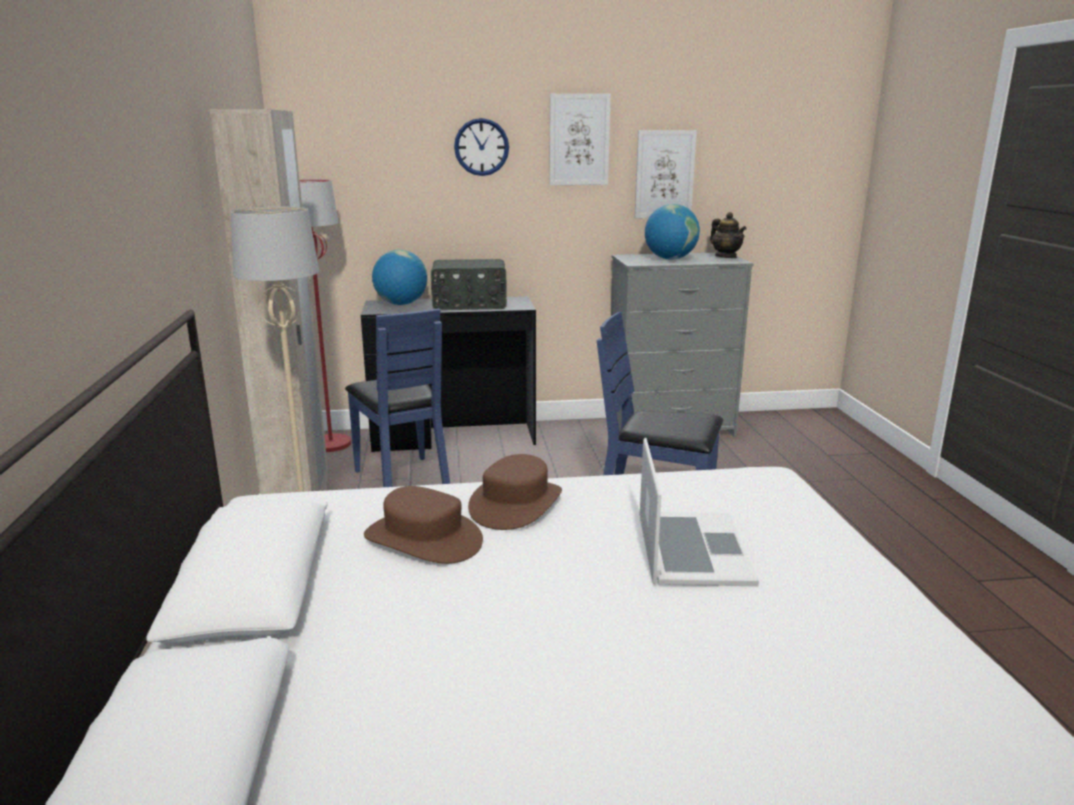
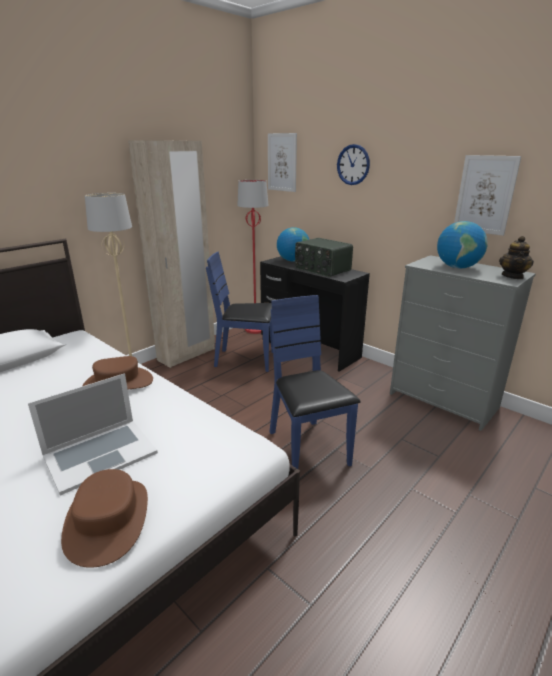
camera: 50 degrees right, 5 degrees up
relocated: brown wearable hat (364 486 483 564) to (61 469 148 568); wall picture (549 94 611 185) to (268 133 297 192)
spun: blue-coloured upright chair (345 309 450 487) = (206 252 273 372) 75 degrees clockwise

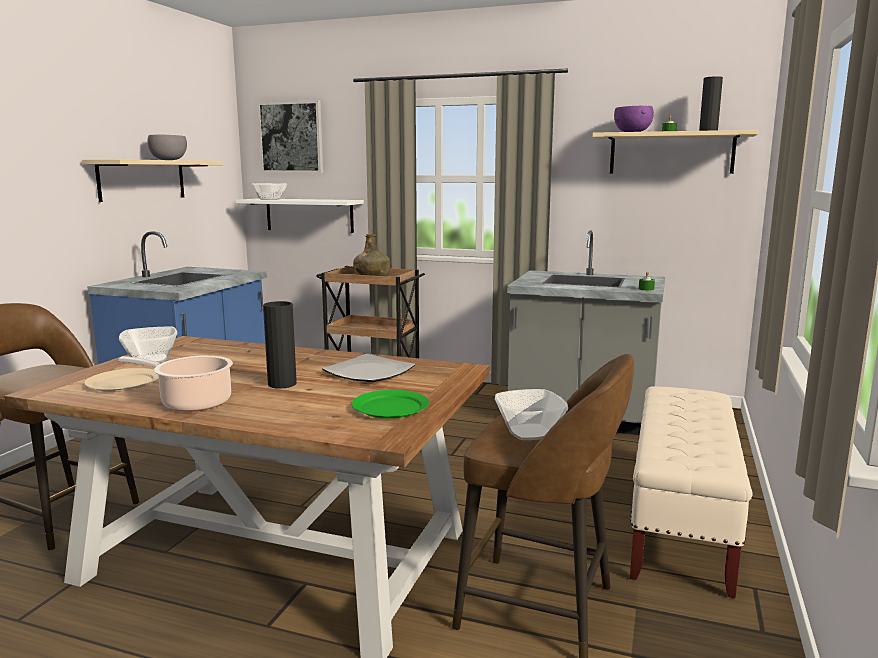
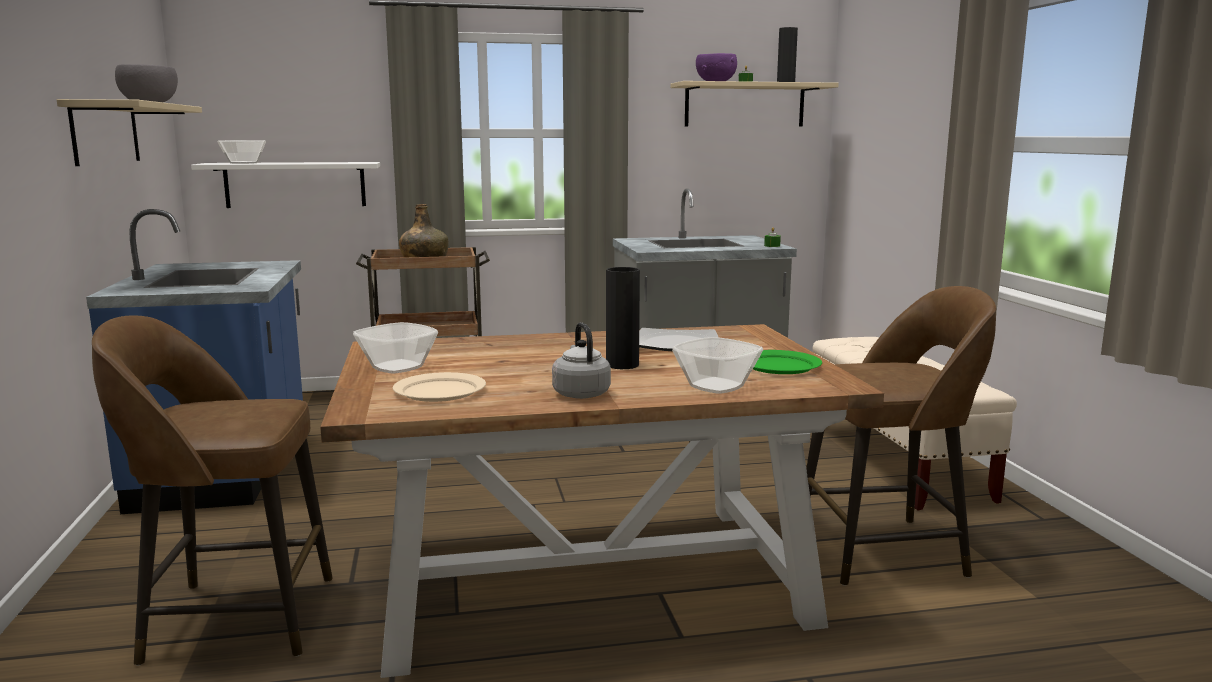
camera: 30 degrees left, 0 degrees up
missing: wall picture (257 100 323 173)
relocated: deep dish (495 389 568 440) to (672 337 763 394)
exchanged: cooking pot (118 356 233 412) to gray water kettle (552 322 611 399)

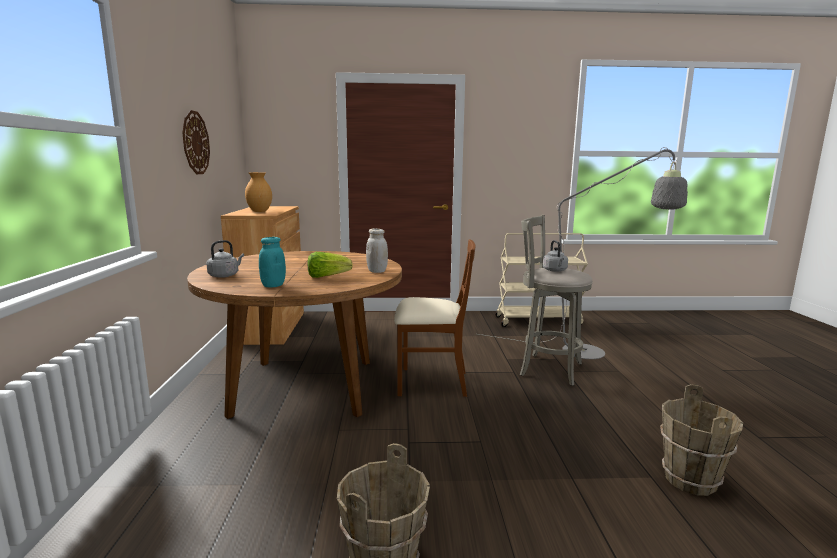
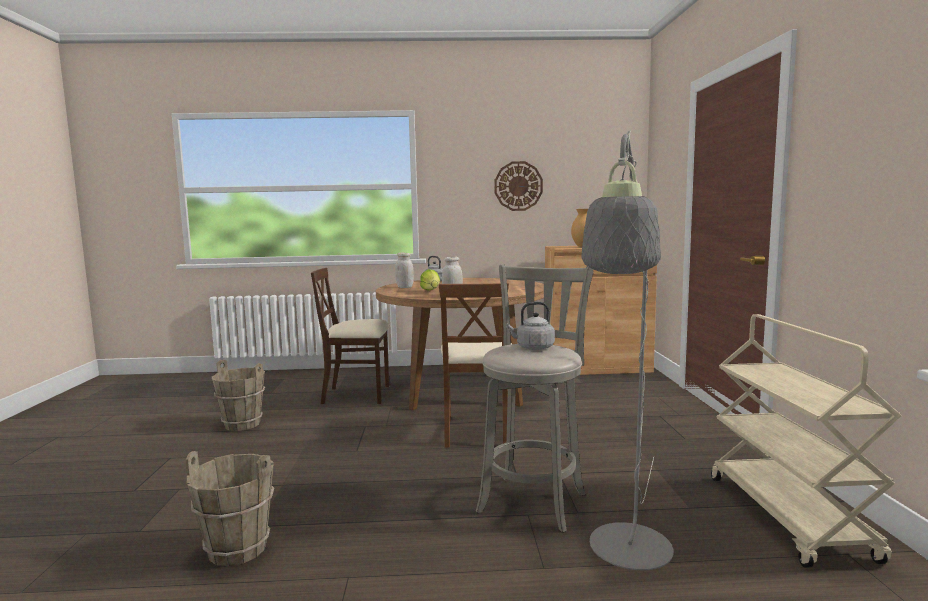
camera: 90 degrees right, 5 degrees down
appeared: beige-coloured upright chair (311 268 389 404)
colour: turquoise-coloured storage jar (259 237 286 287) to whitish storage jar (395 253 414 288)

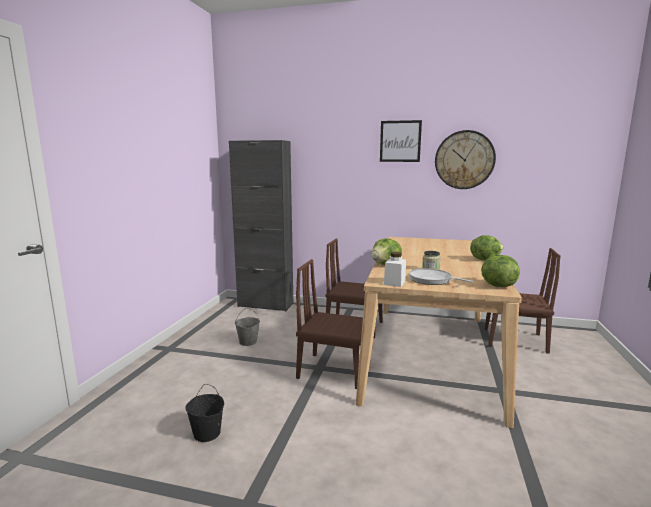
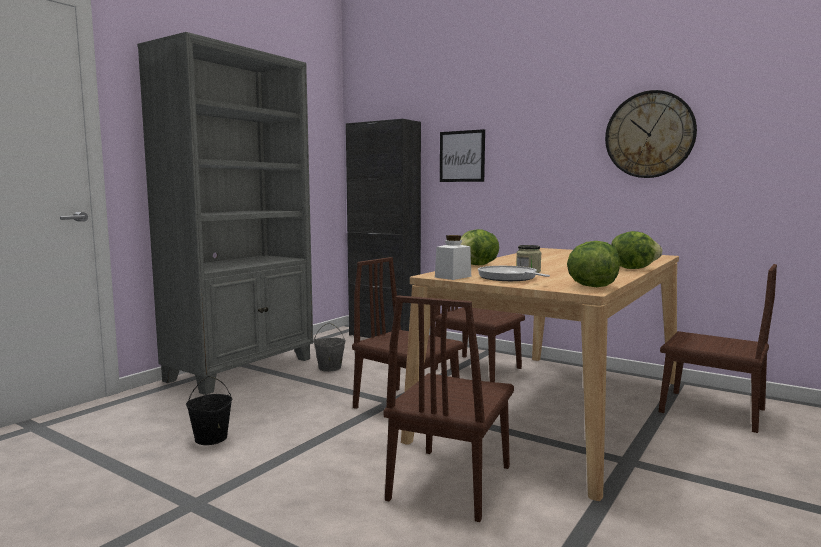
camera: 20 degrees right, 5 degrees down
appeared: gray shelving unit (137 32 313 395); brown upright chair (383 295 514 522)
relocated: wall picture (380 120 422 162) to (440 129 485 182)

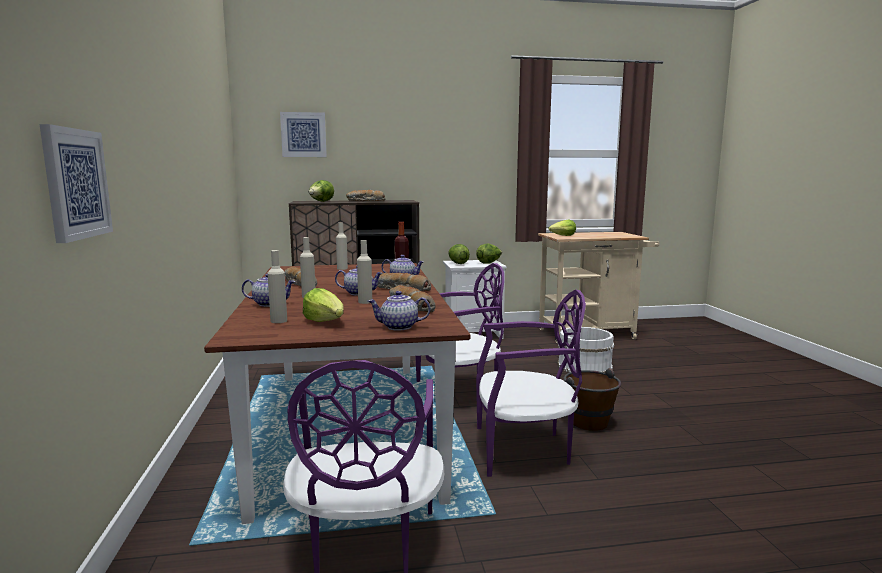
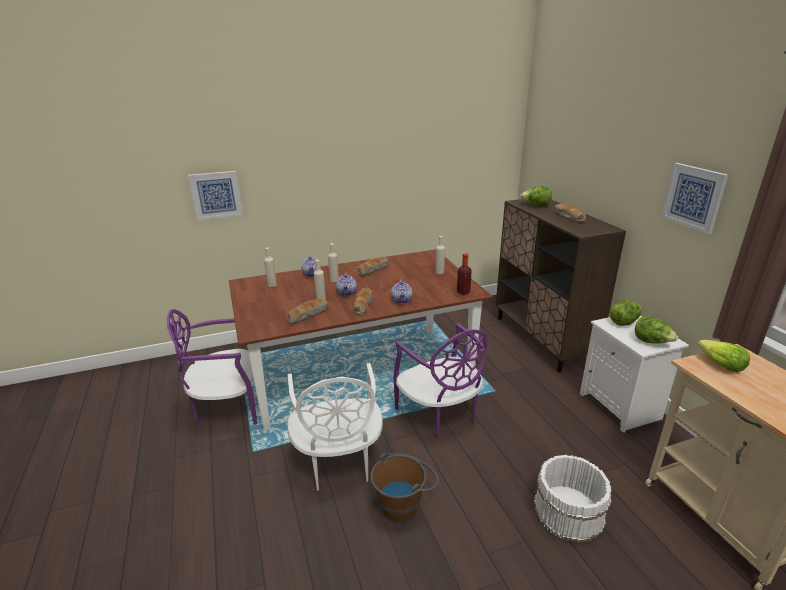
camera: 80 degrees right, 15 degrees up
missing: lettuce (303 288 344 322); teapot (368 291 430 331)
relocated: wall picture (280 112 327 157) to (662 163 728 234)
colour: purplish upright chair (476 289 586 477) to whitish upright chair (287 363 383 491)

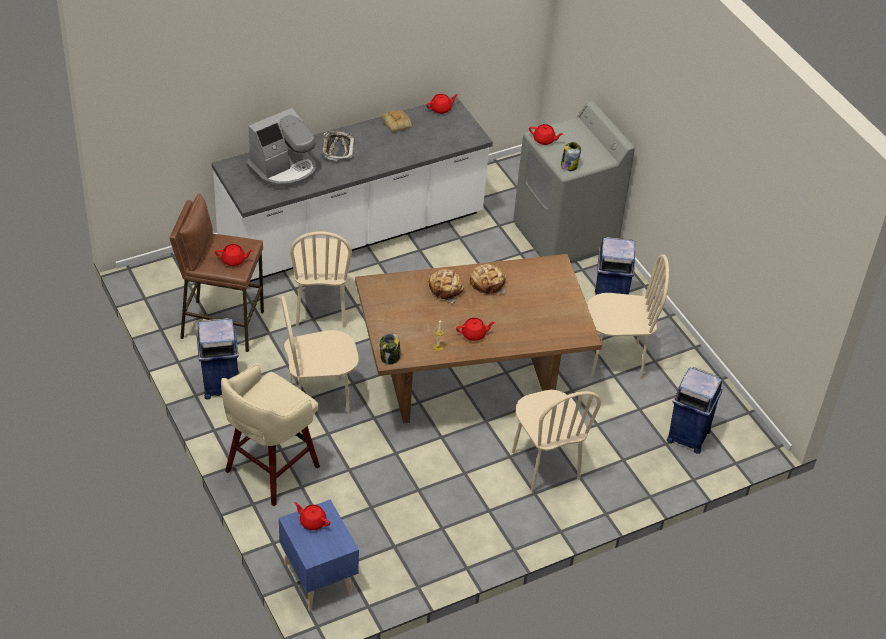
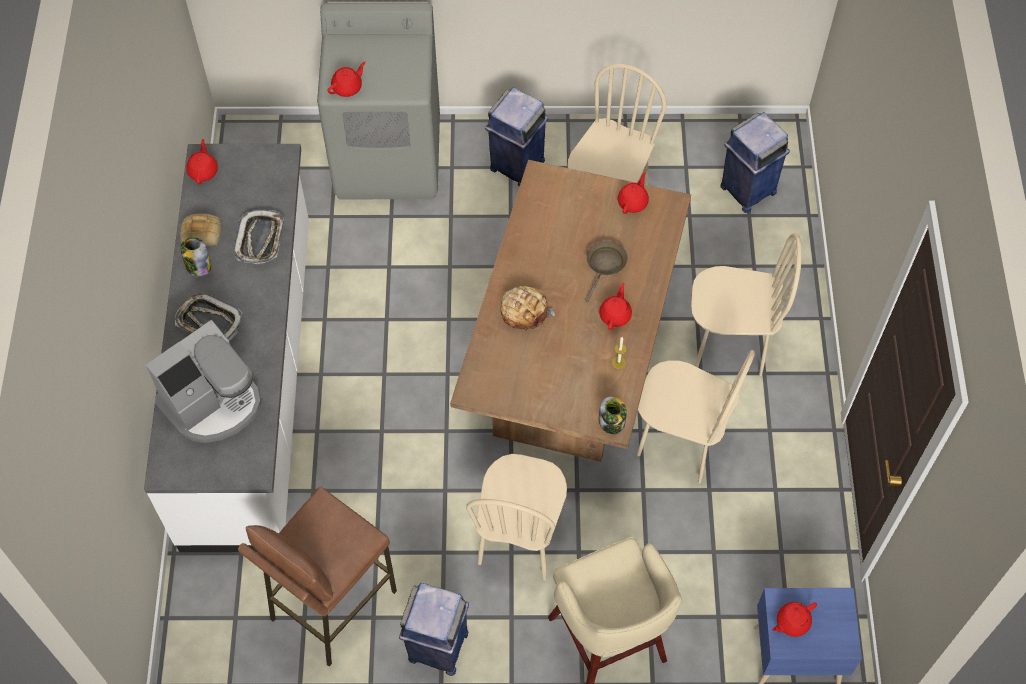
camera: 60 degrees left, 15 degrees up
missing: bread (470 264 506 294)
appeared: carrying tray (234 210 284 264); brown frying pan (585 240 628 302)
relocated: storage jar (561 142 581 171) to (180 237 212 277); red teapot (215 244 253 266) to (618 172 649 214); beige-coloured upright chair (290 231 352 327) to (637 350 755 483)
spun: coffee brewer (247 108 316 188) = (146 320 261 443) 60 degrees clockwise

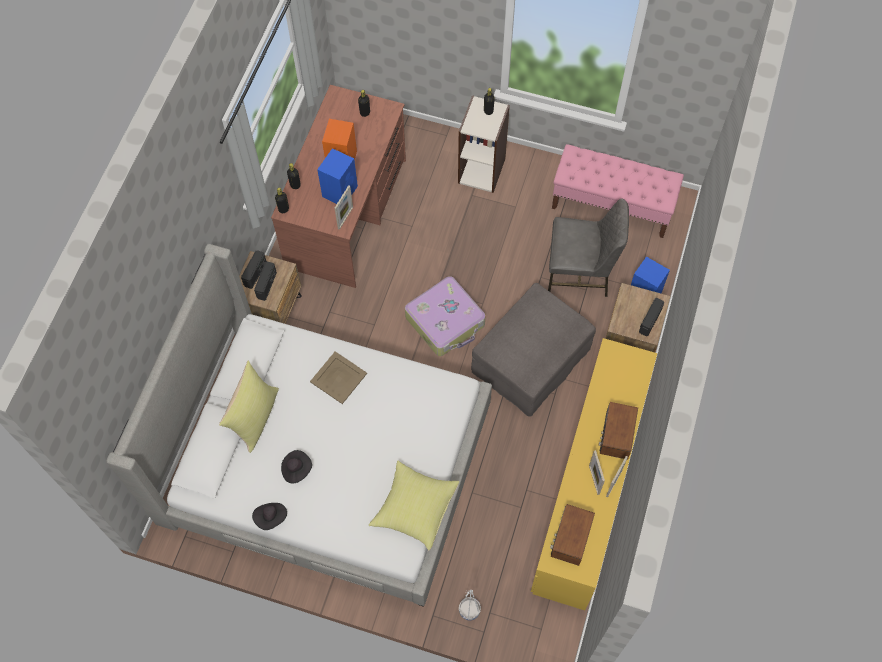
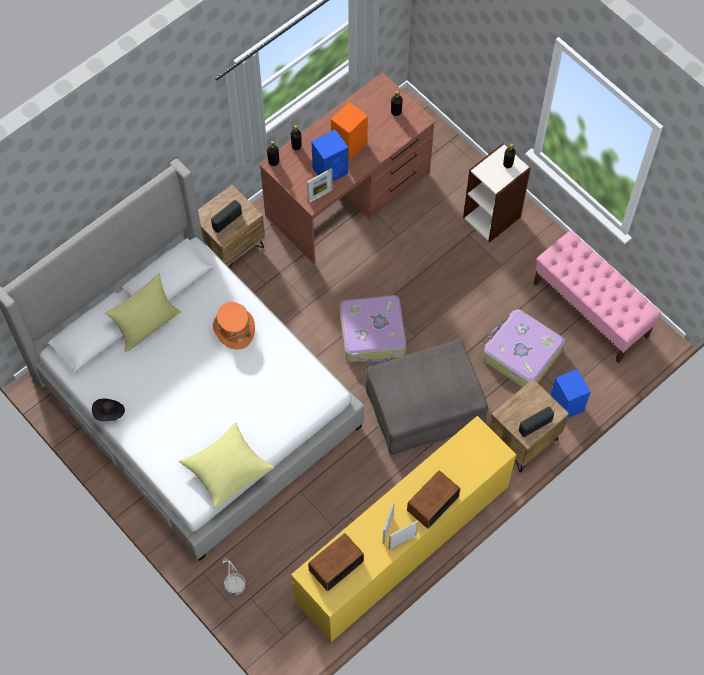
camera: 30 degrees right, 0 degrees up
missing: radio set (241 250 267 289); blackish wearable hat (281 450 312 484)
exchanged: beige-coloured carrying tray (310 351 367 404) to orangey wearable hat (213 302 255 350); gray upright chair (548 199 629 297) to travel case (483 309 565 387)

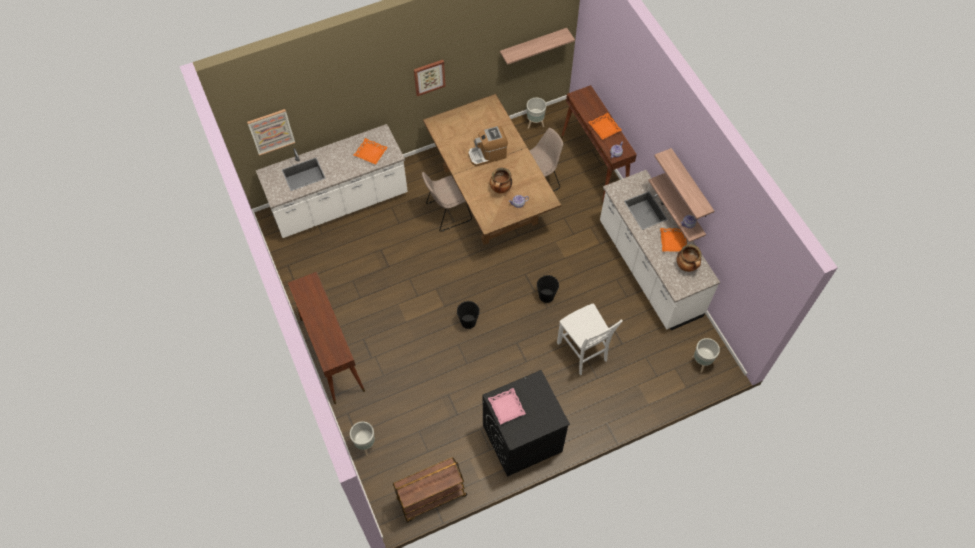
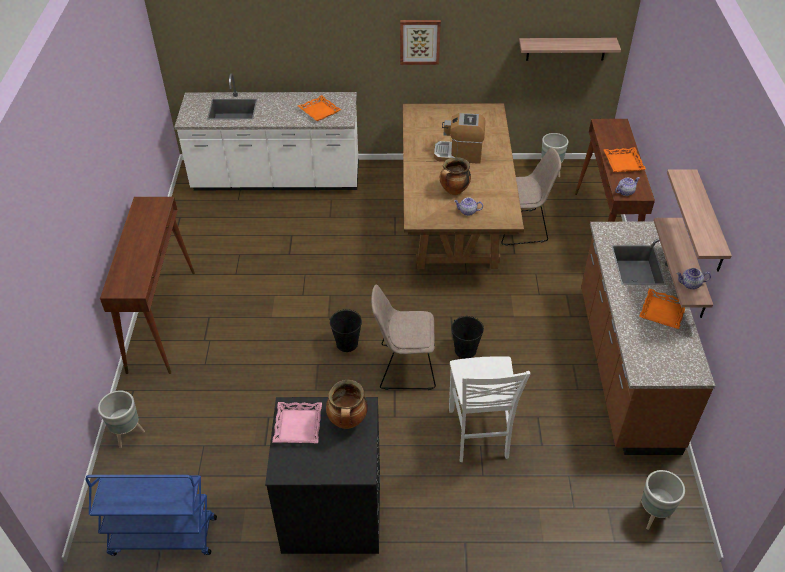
camera: 25 degrees right, 15 degrees down
missing: wall picture (247 109 295 156)
relocated: cooking pot (677 244 702 272) to (326 380 368 429); beige-coloured upright chair (422 172 472 232) to (371 285 436 390)
colour: brown cart (393 457 467 523) to blue-coloured cart (86 475 217 556); whitish kitchen base unit (600 170 720 331) to brown kitchen base unit (581 222 715 455)

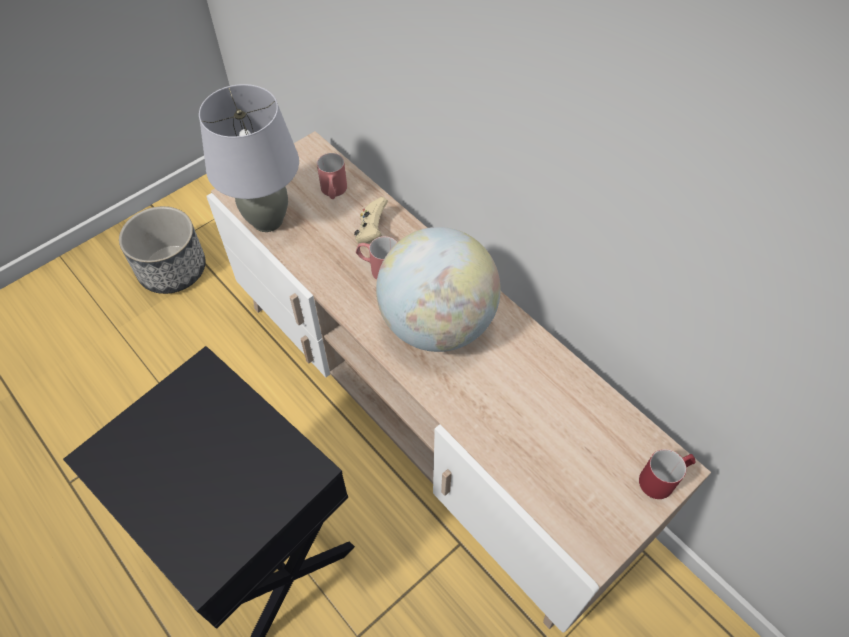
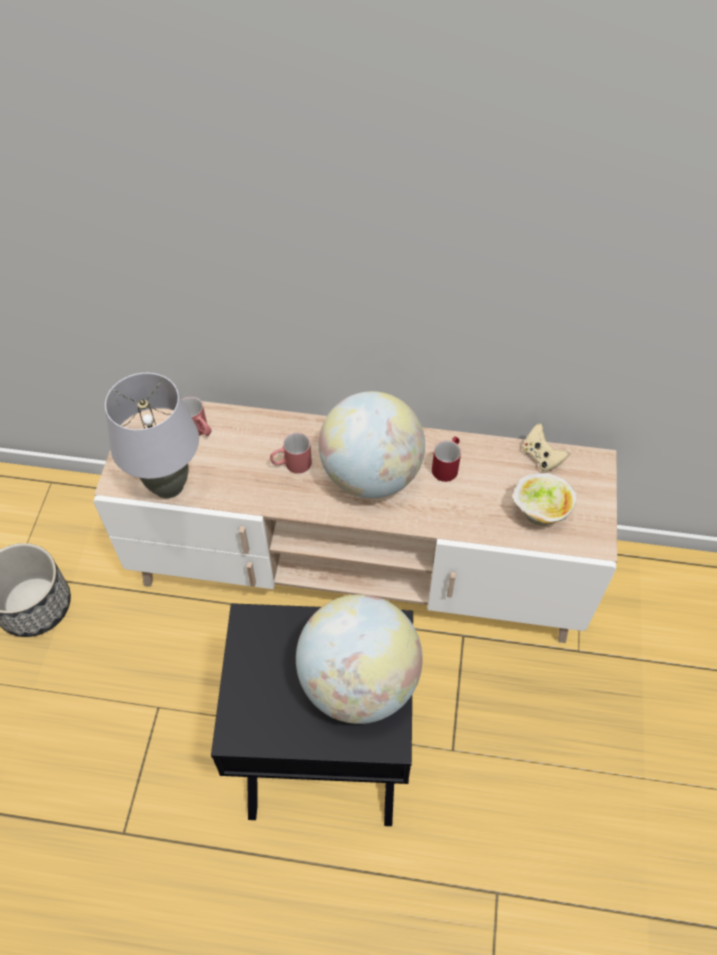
camera: 40 degrees left, 0 degrees up
appeared: globe (296 594 423 724); deep dish (513 473 576 526)
relocated: red mug (639 449 695 499) to (432 436 461 482); beige-coloured joypad (354 197 388 243) to (522 424 569 472)

